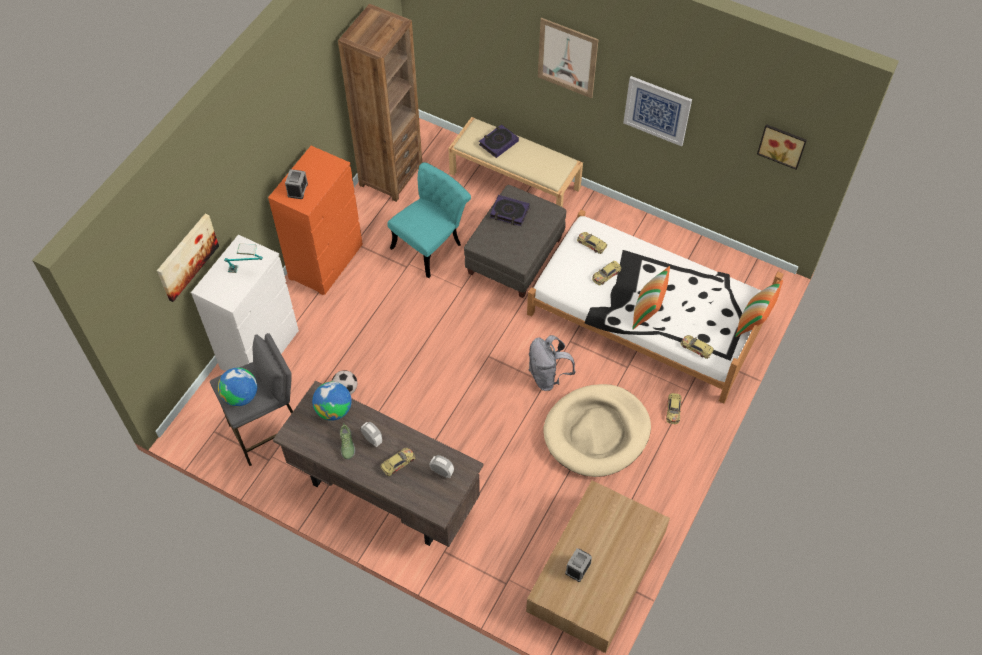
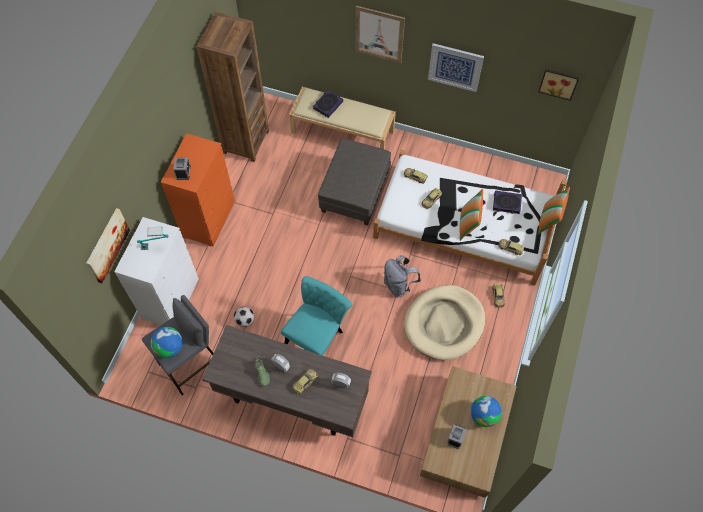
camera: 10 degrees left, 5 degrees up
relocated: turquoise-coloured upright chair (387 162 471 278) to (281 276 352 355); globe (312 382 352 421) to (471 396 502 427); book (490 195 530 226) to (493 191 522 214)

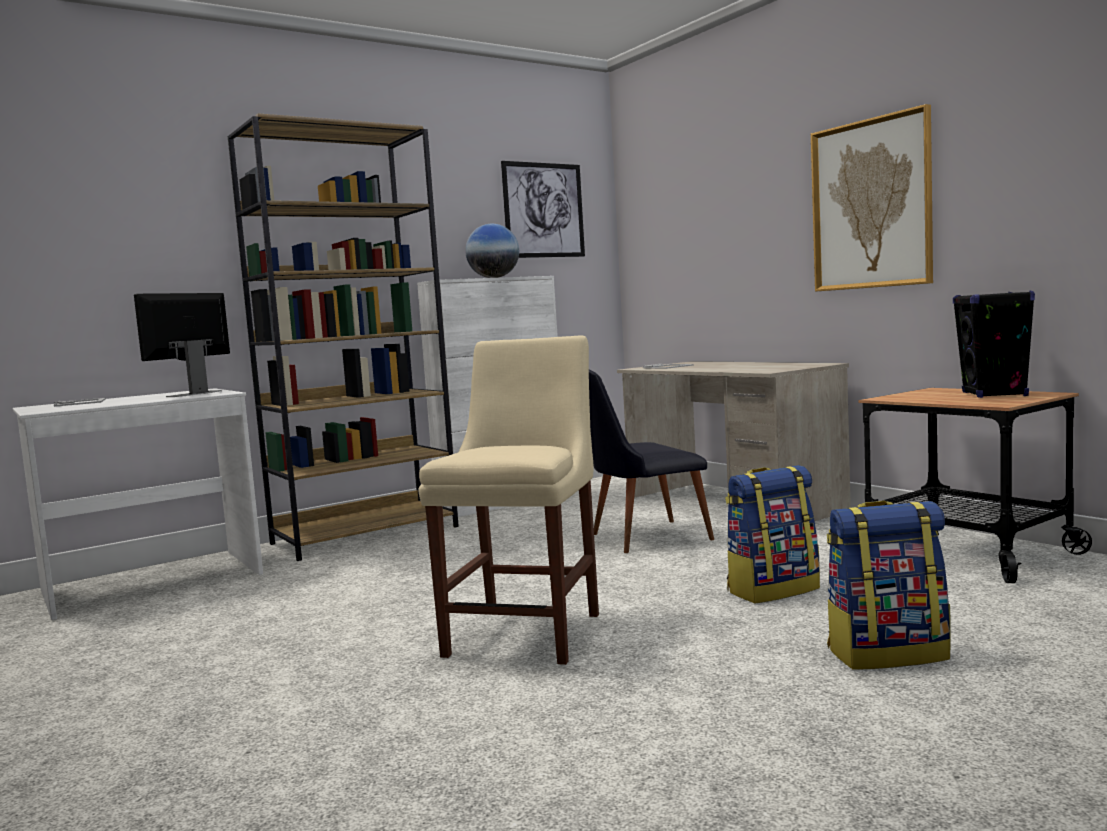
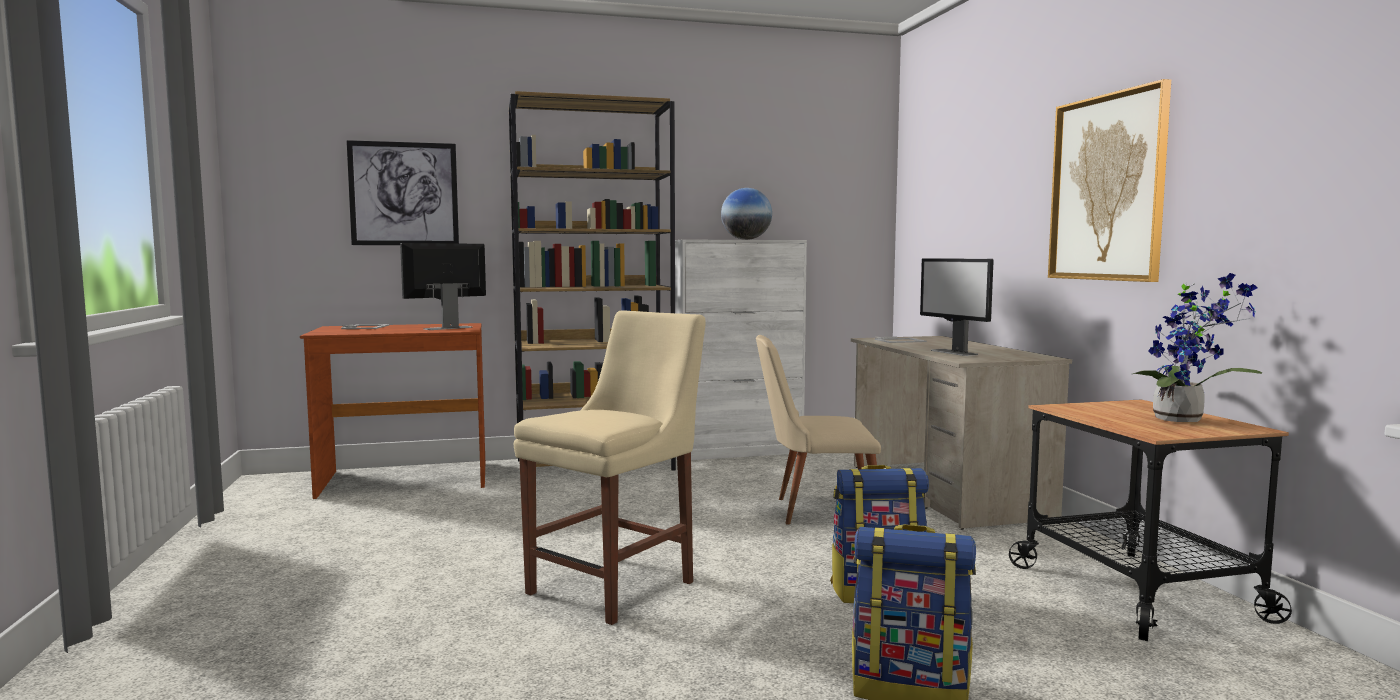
camera: 20 degrees right, 0 degrees up
appeared: computer display (920 258 994 356)
relocated: wall picture (501 161 585 258) to (347 140 459 245)
exchanged: blackish speaker (953 290 1035 398) to potted plant (1133 273 1262 422)
colour: whitish desk unit (13 388 263 620) to brown desk unit (300 323 485 499); blackish upright chair (589 370 714 553) to beige-coloured upright chair (756 335 881 525)

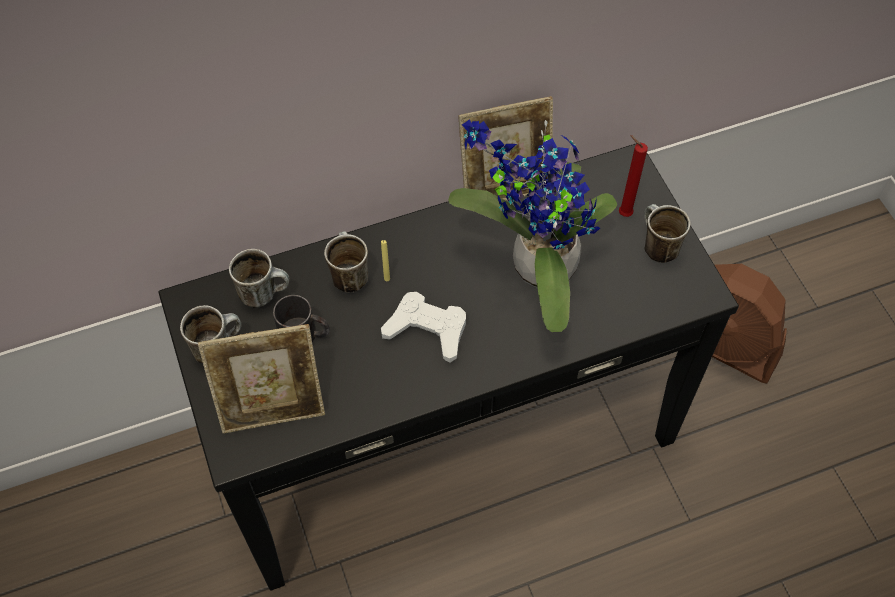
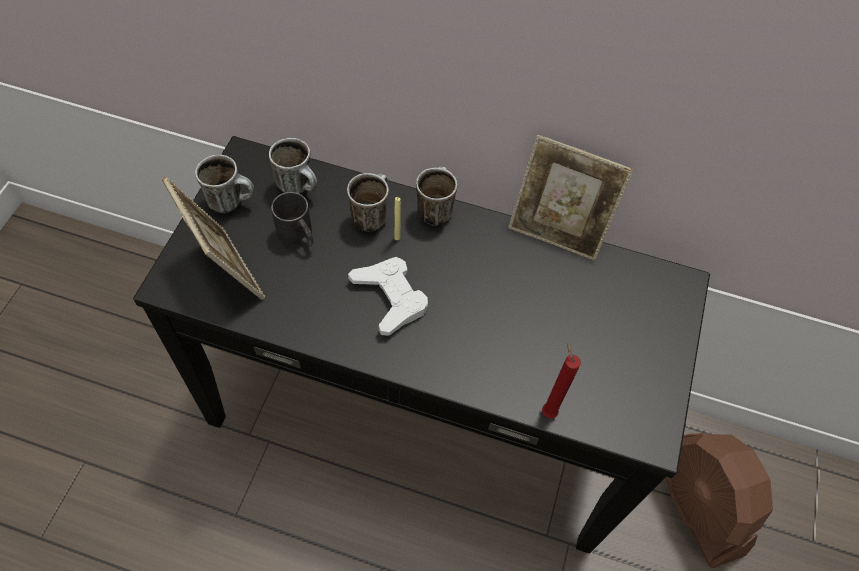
camera: 35 degrees right, 0 degrees up
missing: potted plant (448 119 617 332)
relocated: mug (644 204 691 263) to (416 166 458 226); red wax light (619 135 648 217) to (542 341 581 419)
spun: photo frame (198 324 325 434) = (162 176 265 300) 150 degrees counterclockwise

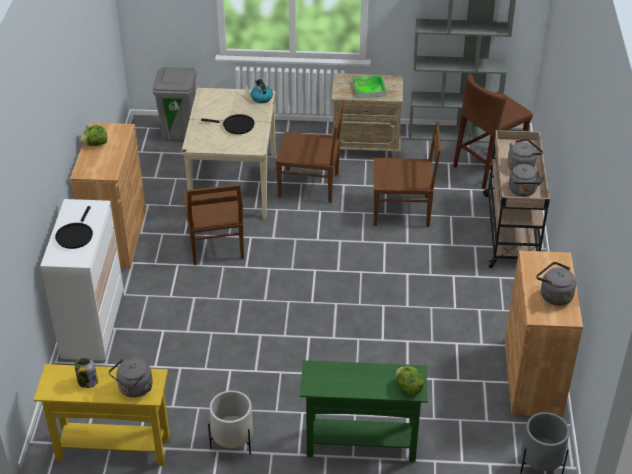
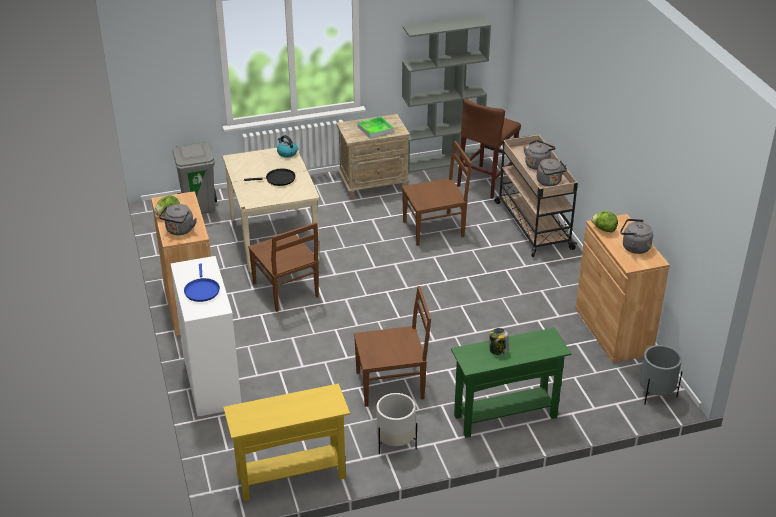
camera: 20 degrees left, 5 degrees down
relocated: gray water kettle (109 357 153 398) to (159 204 197 235); brown upright chair (275 100 344 203) to (354 286 431 407); storage jar (75 358 98 388) to (490 328 509 355); lettuce (396 366 424 395) to (591 211 618 233)
colour: blackish frying pan (55 206 93 249) to blue-coloured frying pan (184 263 220 302)

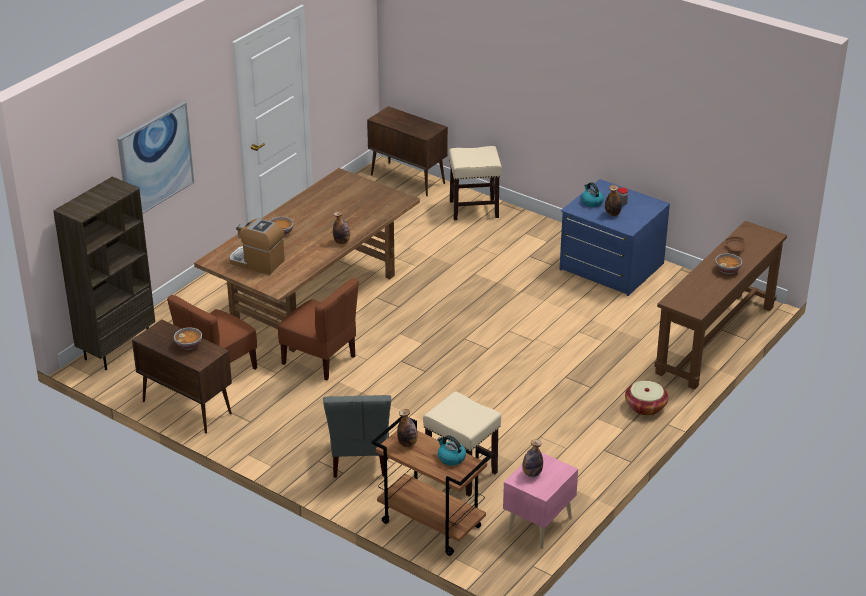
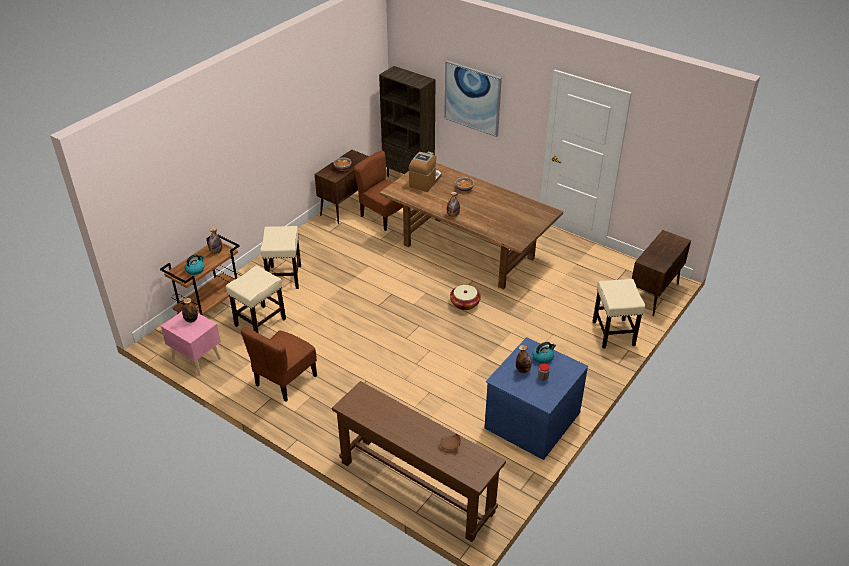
camera: 90 degrees right, 5 degrees up
missing: deep dish (715 253 742 274)
relocated: brown upright chair (278 278 359 380) to (241 327 317 402); household basket (625 381 668 416) to (450 285 481 310)
exchanged: gray upright chair (323 395 391 478) to beige-coloured sitting stool (260 226 301 289)

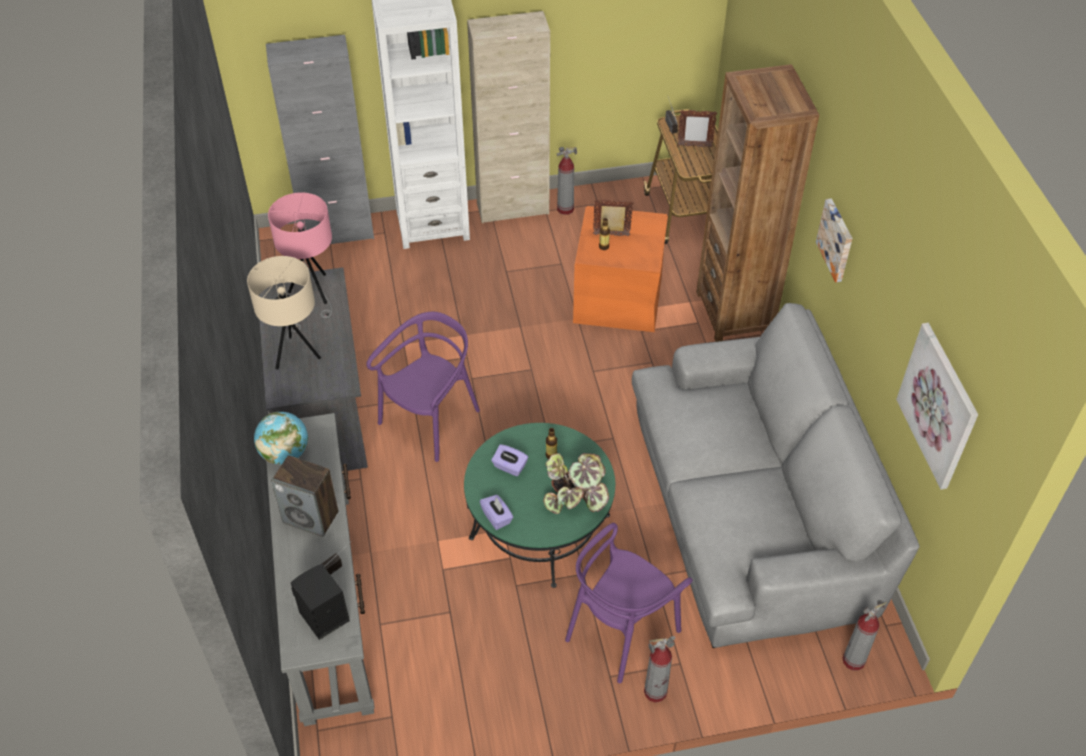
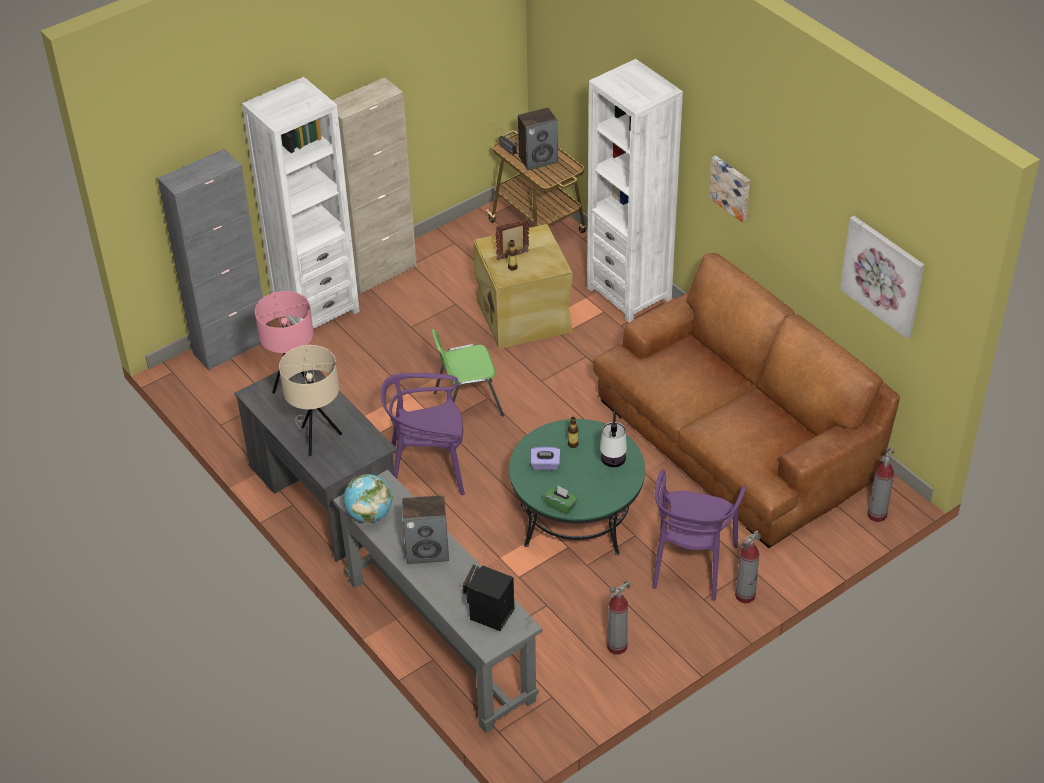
camera: 25 degrees left, 5 degrees down
appeared: greenish upright chair (432 329 504 417)
relocated: extinguisher (557 147 577 215) to (607 581 631 654)
exchanged: photo frame (677 110 717 148) to speaker (518 108 558 170); potted plant (543 453 609 514) to table lamp (600 410 627 467)
colour: orangey storage bin (573 206 668 332) to beige-coloured storage bin (474 224 573 349); purplish tissue box (480 495 513 530) to greenish tissue box (544 486 578 514); brown shelving unit (696 64 819 342) to whitish shelving unit (587 59 683 322); gray couch (632 303 919 648) to brown couch (593 253 900 548)
spun: purplish upright chair (366 312 480 462) = (381 373 465 495) 105 degrees counterclockwise

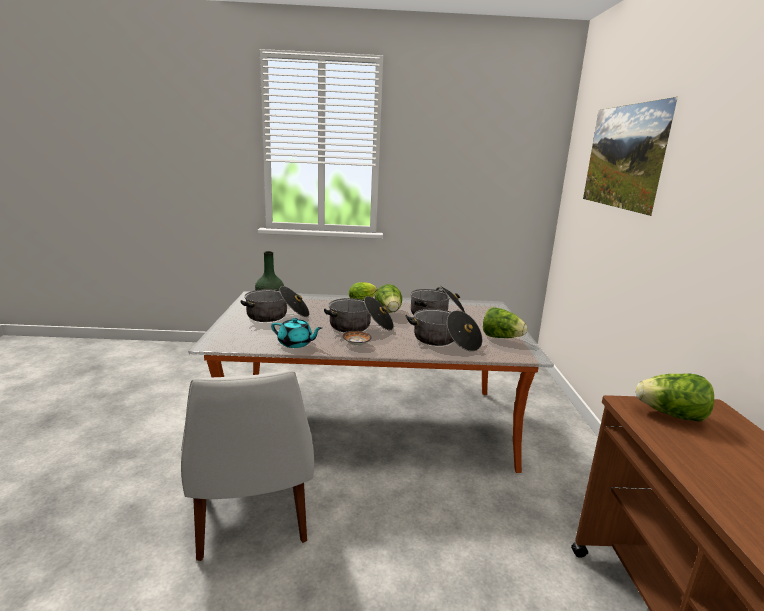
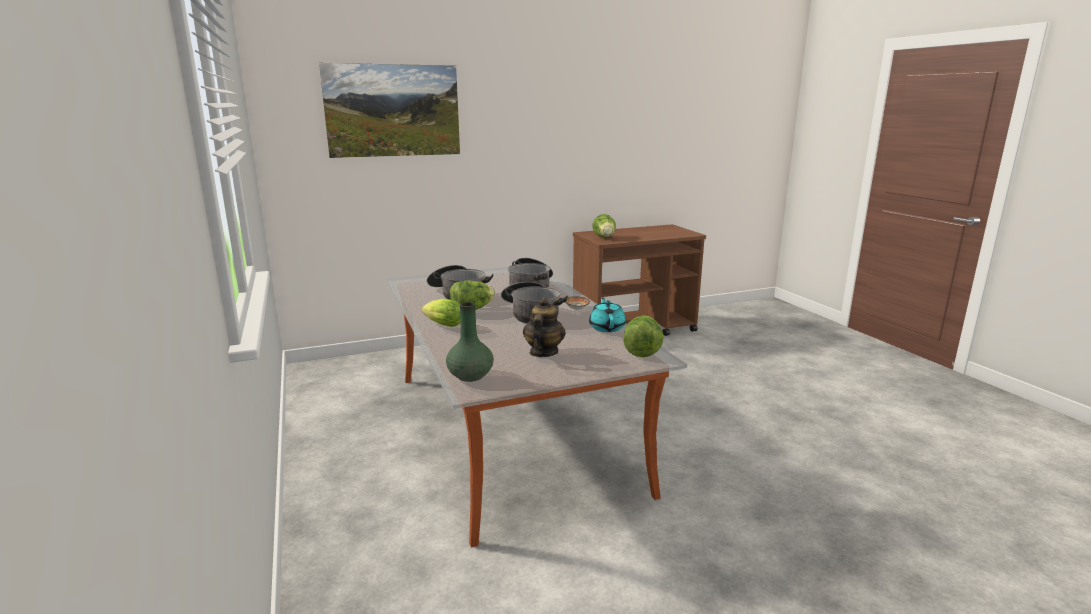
camera: 110 degrees left, 0 degrees up
missing: whitish upright chair (181 371 314 561)
relocated: lettuce (483 307 527 338) to (623 315 664 357)
exchanged: cooking pot (241 286 310 322) to teapot (523 297 566 357)

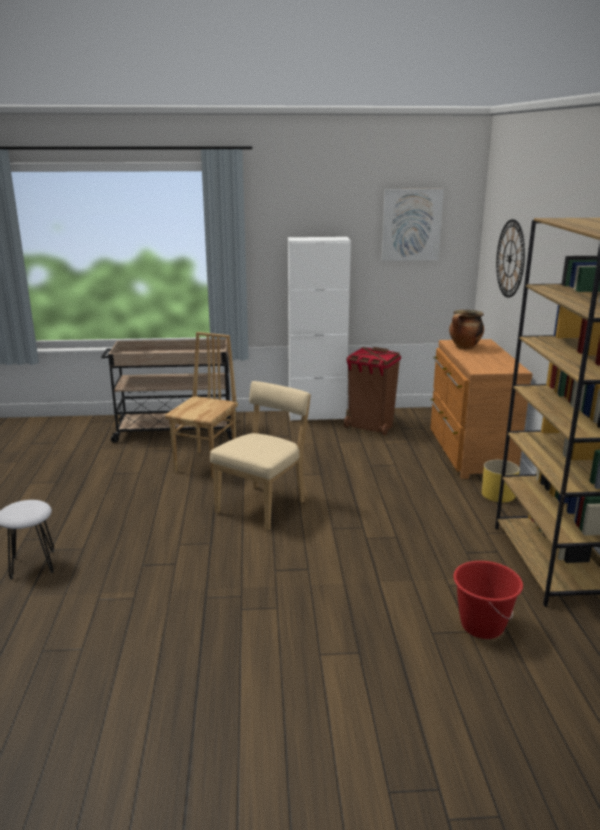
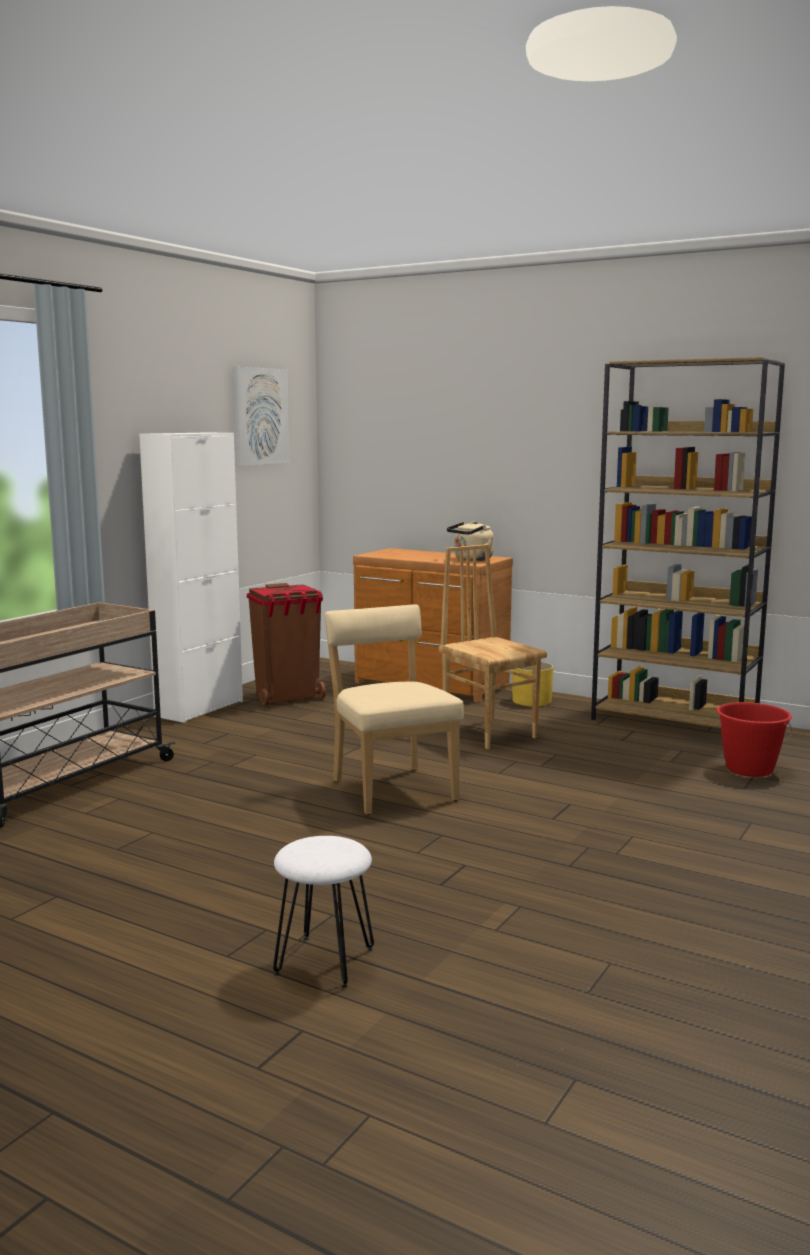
camera: 55 degrees left, 10 degrees down
missing: cooking pot (449 310 484 349); wall clock (496 219 525 298)
appeared: beige-coloured water kettle (447 521 494 561)
relocated: brown upright chair (165 332 238 479) to (439 544 547 749)

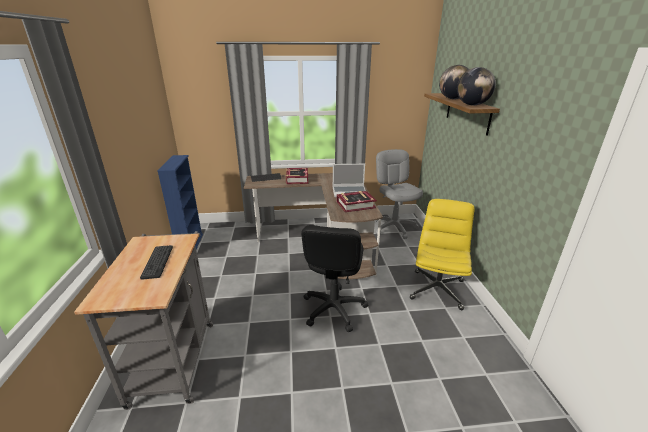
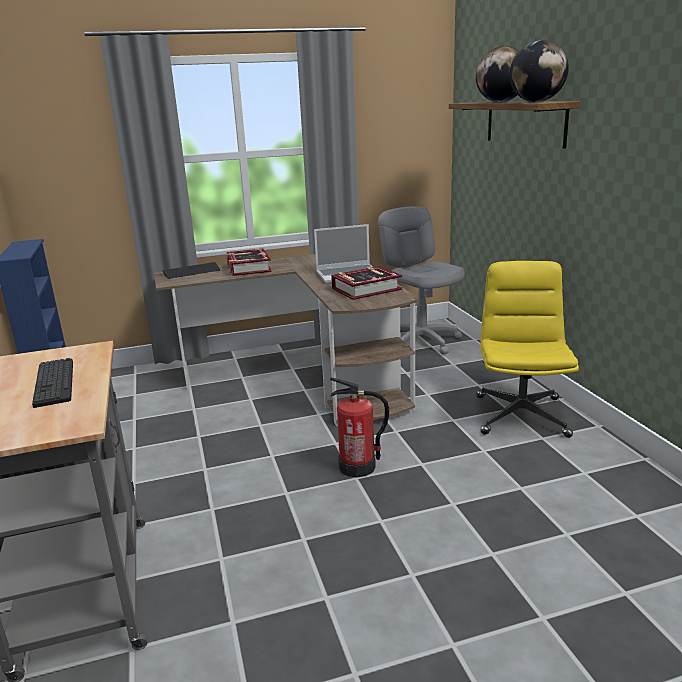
camera: 10 degrees left, 5 degrees down
exchanged: blackish desk chair (301 225 369 332) to extinguisher (330 377 389 478)

